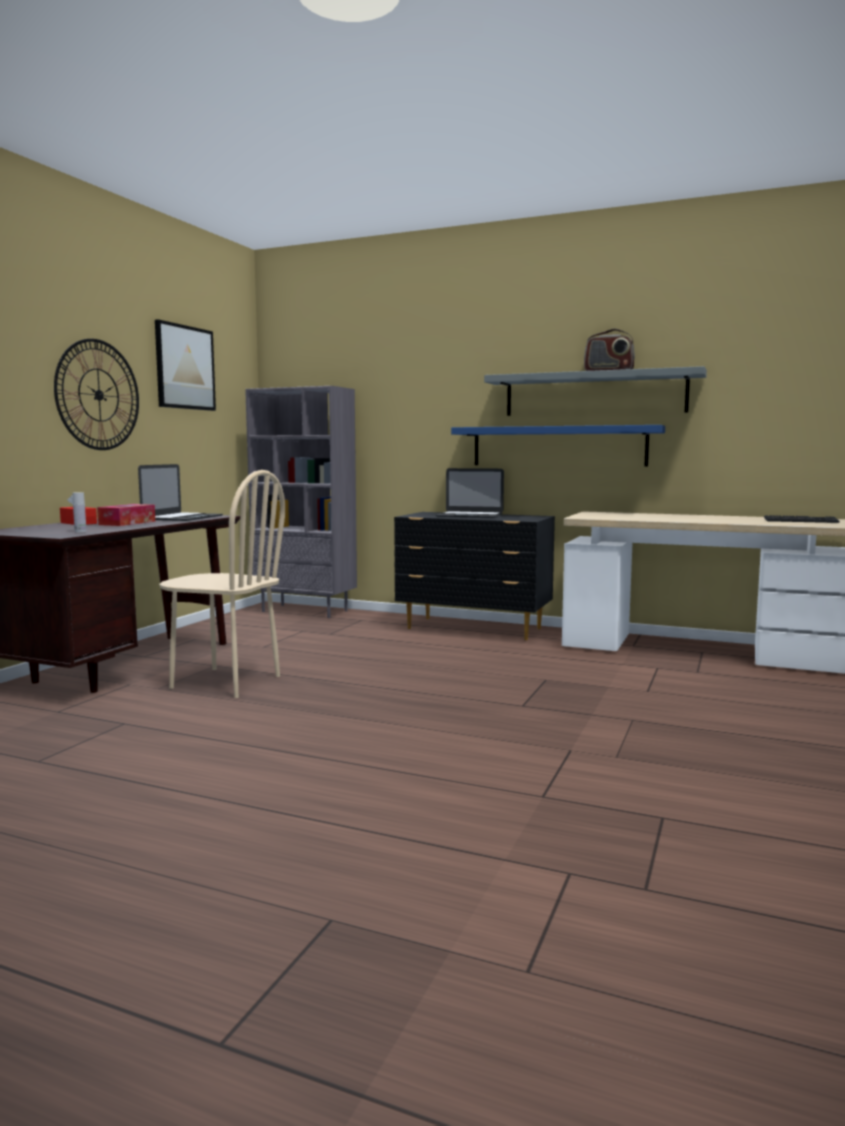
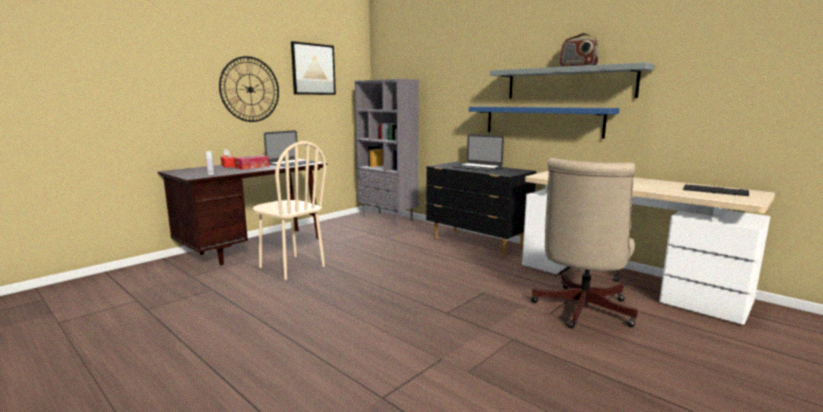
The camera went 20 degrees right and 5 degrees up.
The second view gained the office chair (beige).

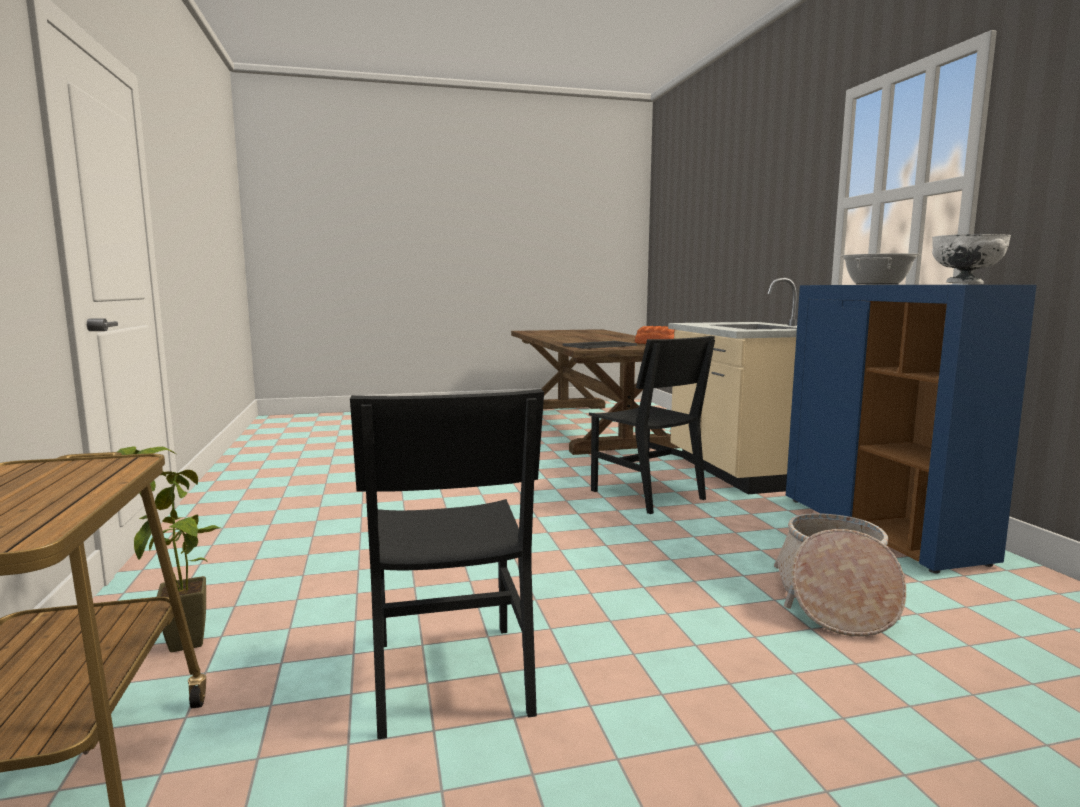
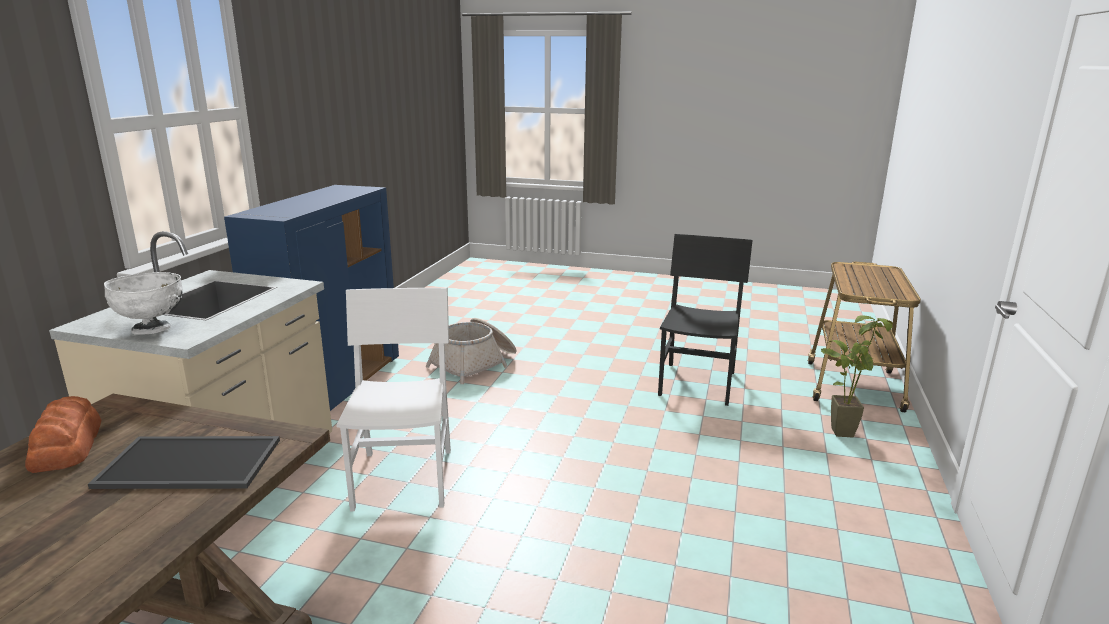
The camera went 150 degrees left and 10 degrees up.
The second view lost the cooking pot.
The bowl (white) ended up elsewhere.
What was the chair (black) (2nd from left) turned into the chair (white).

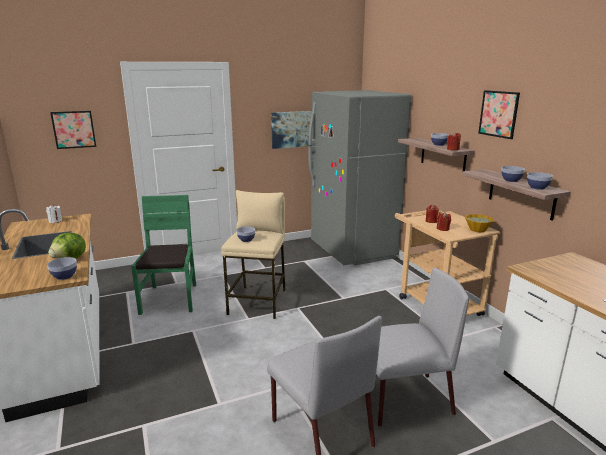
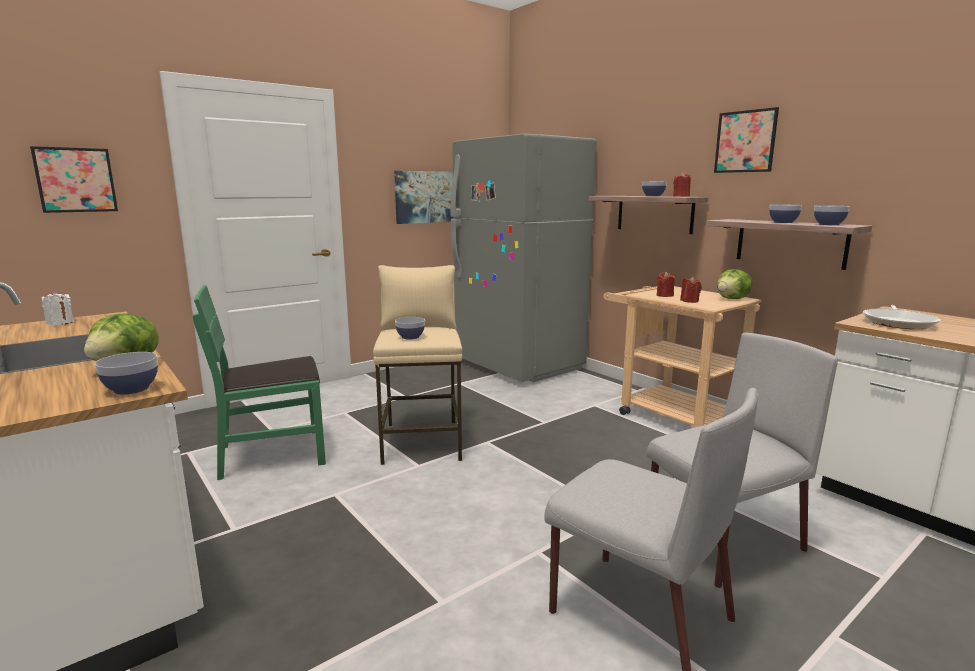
The camera went 15 degrees left and 5 degrees down.
The second view gained the frying pan.
Where the bowl (4th from left) stood, the lettuce (2nd from left) came to stand.
The chair (green) ended up facing another way, 90 degrees counterclockwise from before.

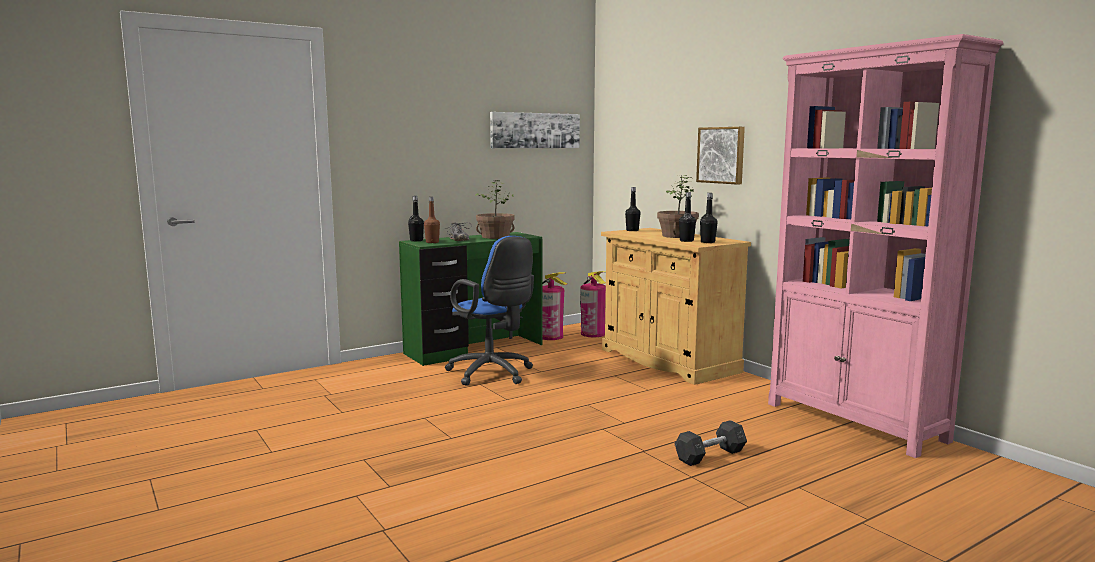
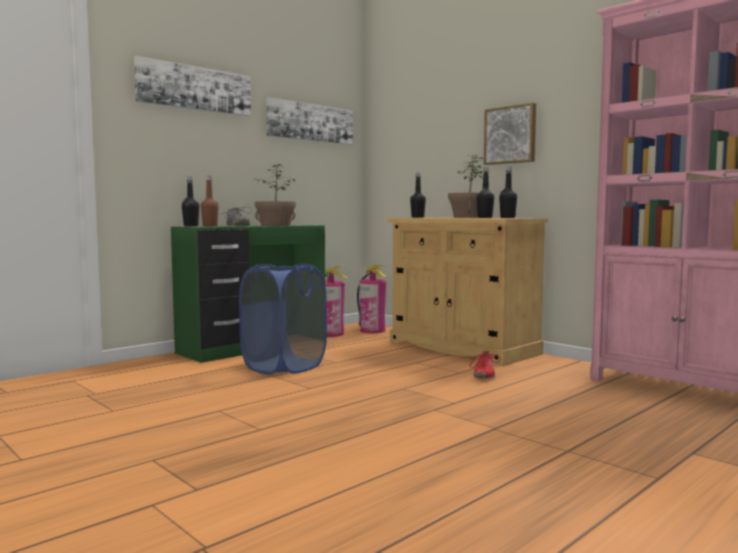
The camera went 10 degrees left and 5 degrees down.
The second view lost the dumbbell (grey).
The second view gained the picture (1st from left).
The second view gained the shoe (red).
Where the office chair (blue) stood, the laundry basket (blue) came to stand.

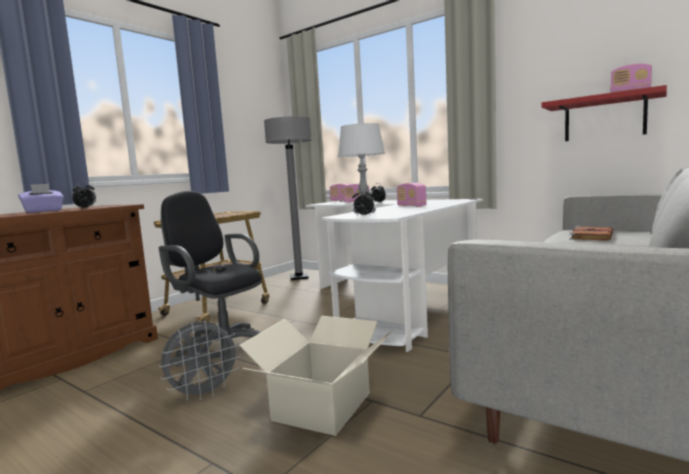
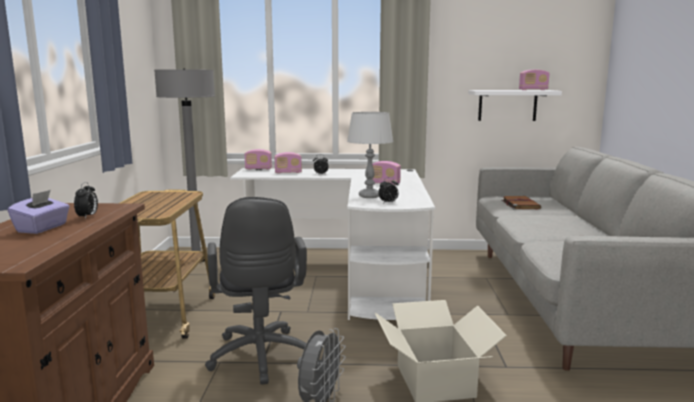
The camera went 35 degrees left and 5 degrees up.
What was the shelf (red) turned into the shelf (white).
The office chair (black) ended up facing another way, 105 degrees counterclockwise from before.

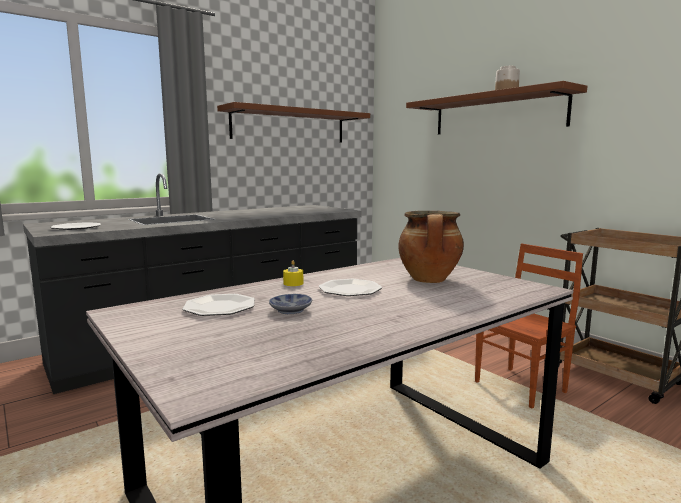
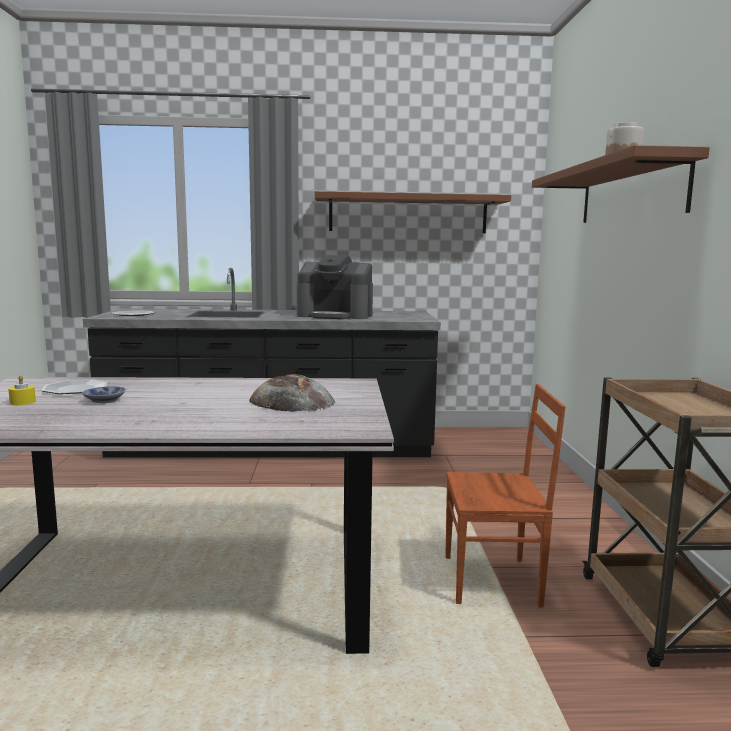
The camera went 35 degrees right and 0 degrees up.
The second view lost the plate (3rd from left).
The second view gained the coffee machine.
The candle (yellow) ended up elsewhere.
Where the cooking pot stood, the bread came to stand.

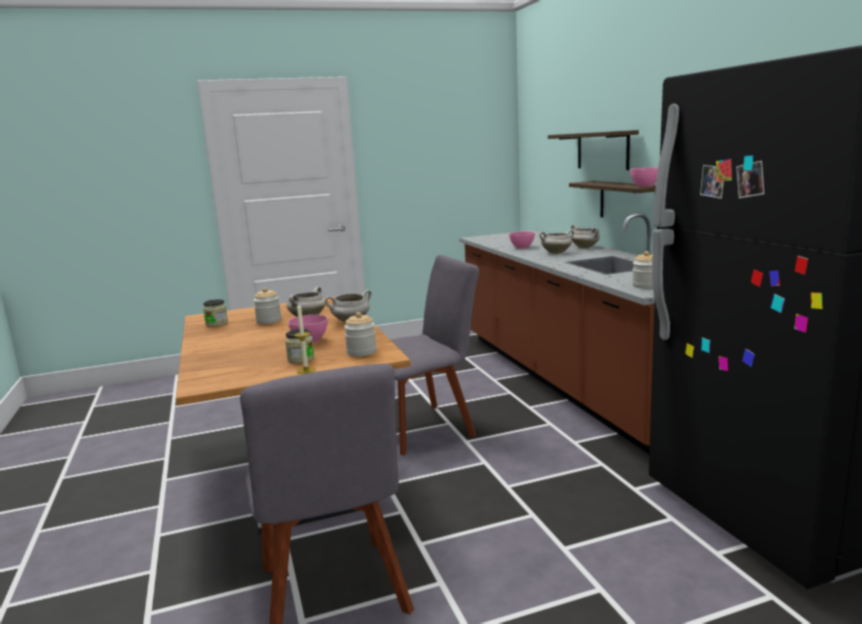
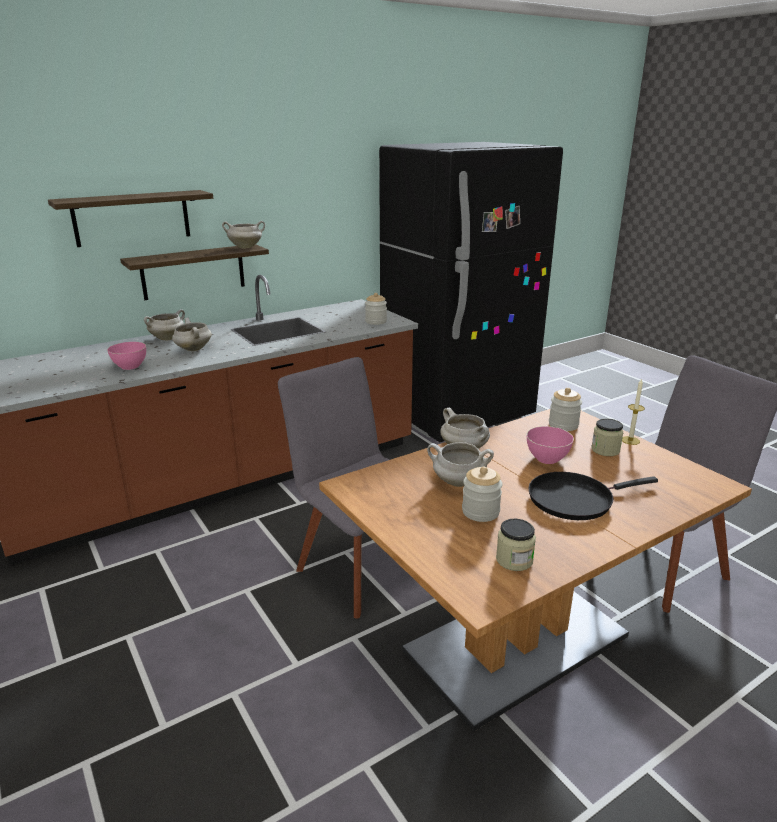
The camera went 105 degrees left and 10 degrees up.
The second view gained the frying pan (black).
Where the bowl (pink) (3rd from left) stood, the cooking pot (white) (3rd from left) came to stand.

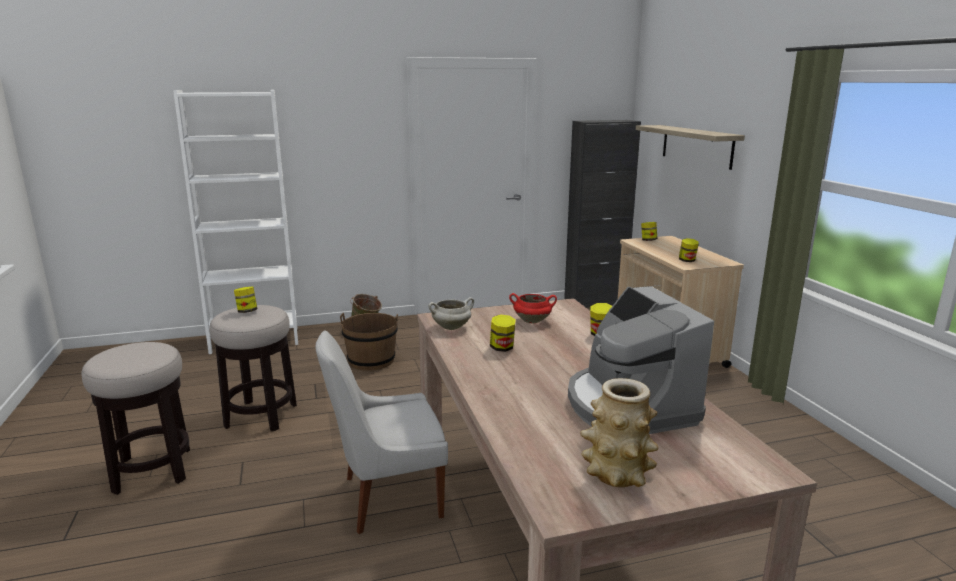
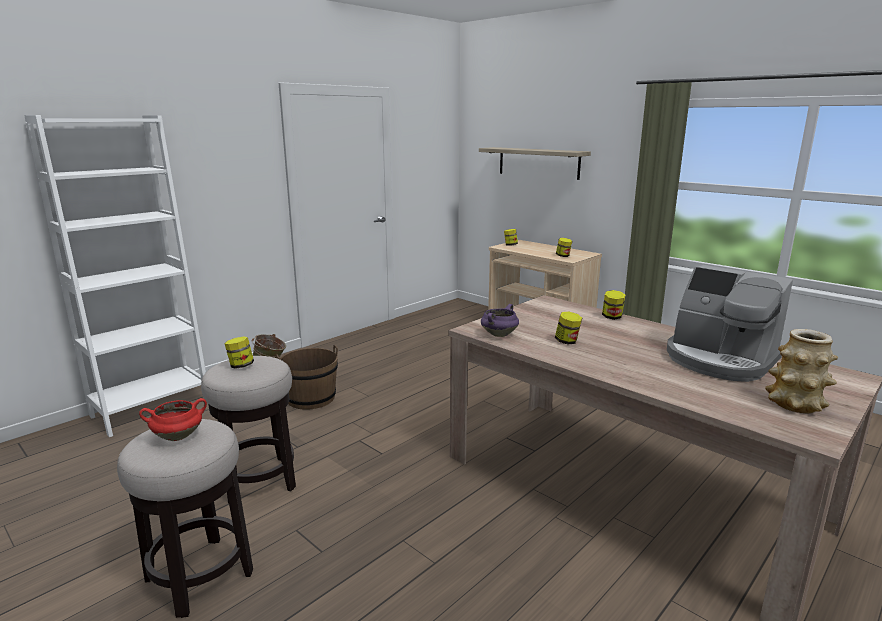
The camera went 30 degrees left and 0 degrees up.
The second view lost the chair (white).
The second view lost the cabinet (black).
The cooking pot (red) ended up elsewhere.
What was the cooking pot (white) turned into the cooking pot (purple).

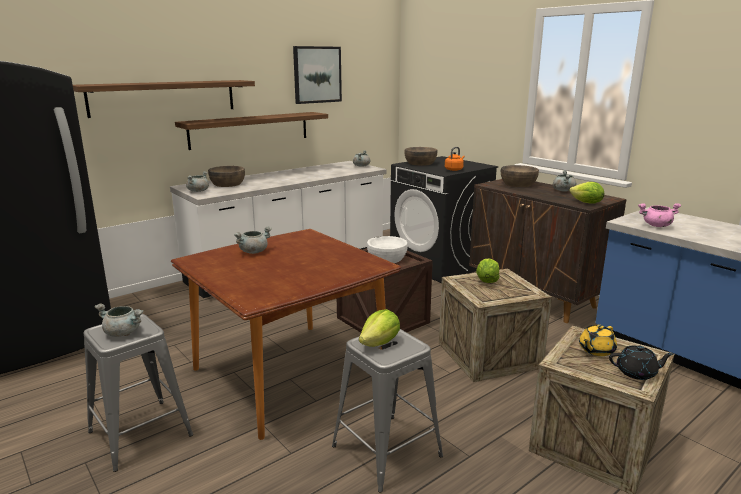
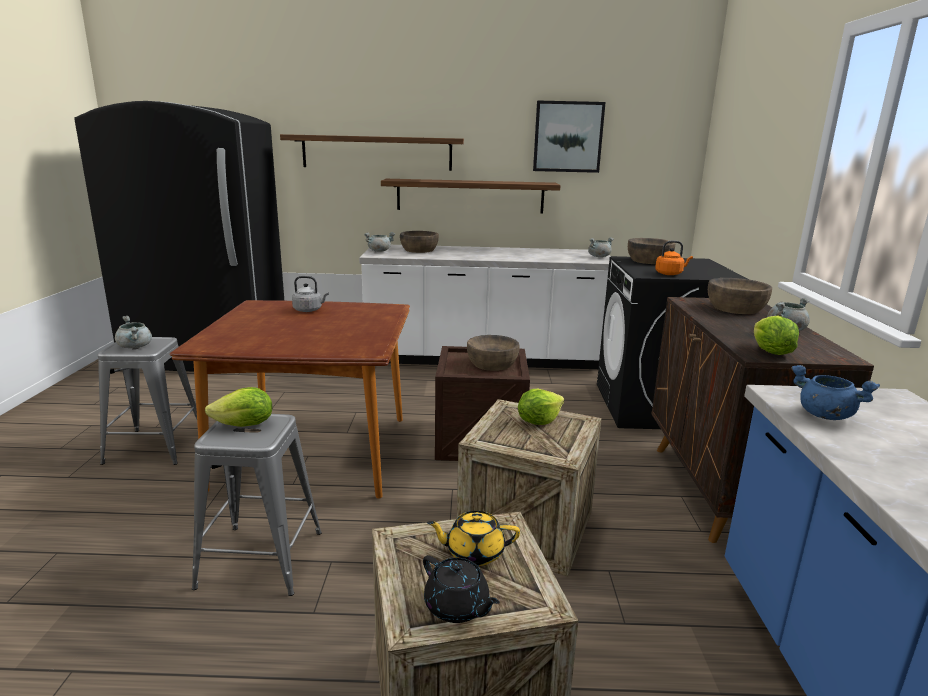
The camera went 40 degrees right and 0 degrees up.
Where the cooking pot (grey) (3rd from left) stood, the kettle (grey) came to stand.
What was the bowl (white) turned into the bowl (brown) (2nd from left).
What was the cooking pot (pink) turned into the cooking pot (blue).

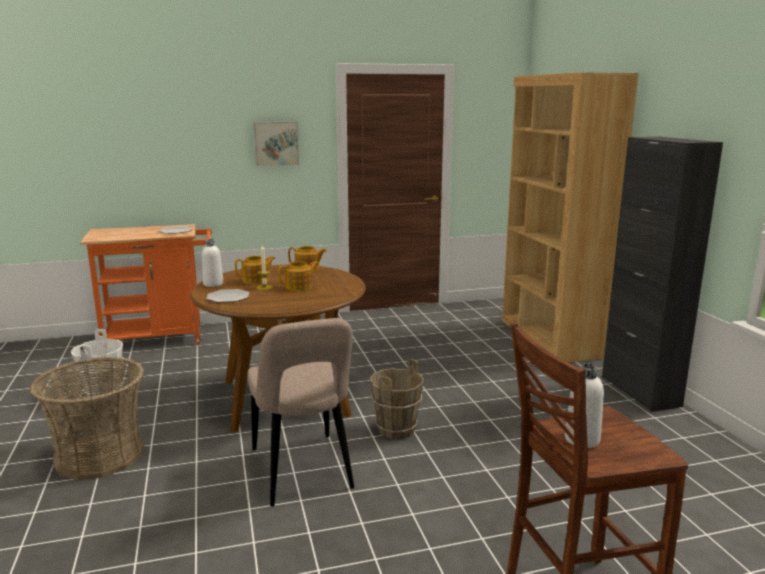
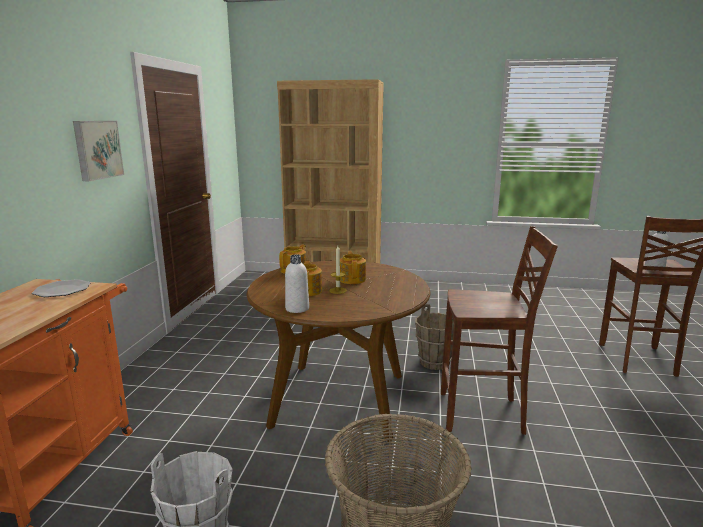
The camera went 65 degrees left and 0 degrees up.
The second view lost the plate (2nd from left).
The second view lost the cabinet (black).
Where the chair (beige) stood, the stool (brown) (1st from left) came to stand.

